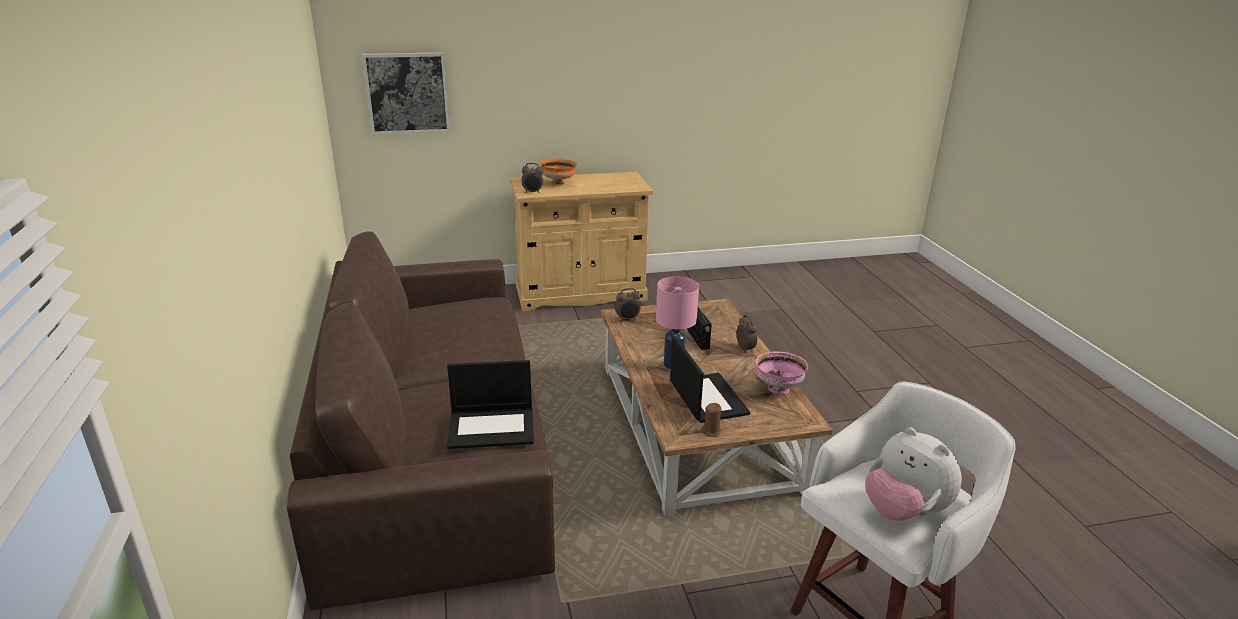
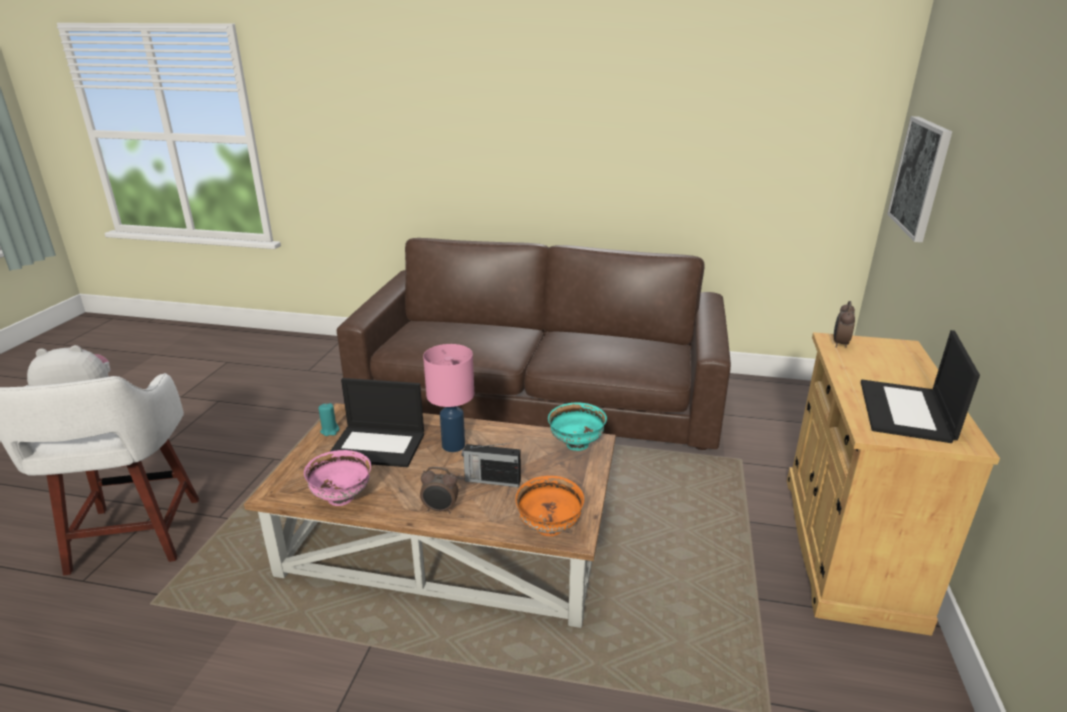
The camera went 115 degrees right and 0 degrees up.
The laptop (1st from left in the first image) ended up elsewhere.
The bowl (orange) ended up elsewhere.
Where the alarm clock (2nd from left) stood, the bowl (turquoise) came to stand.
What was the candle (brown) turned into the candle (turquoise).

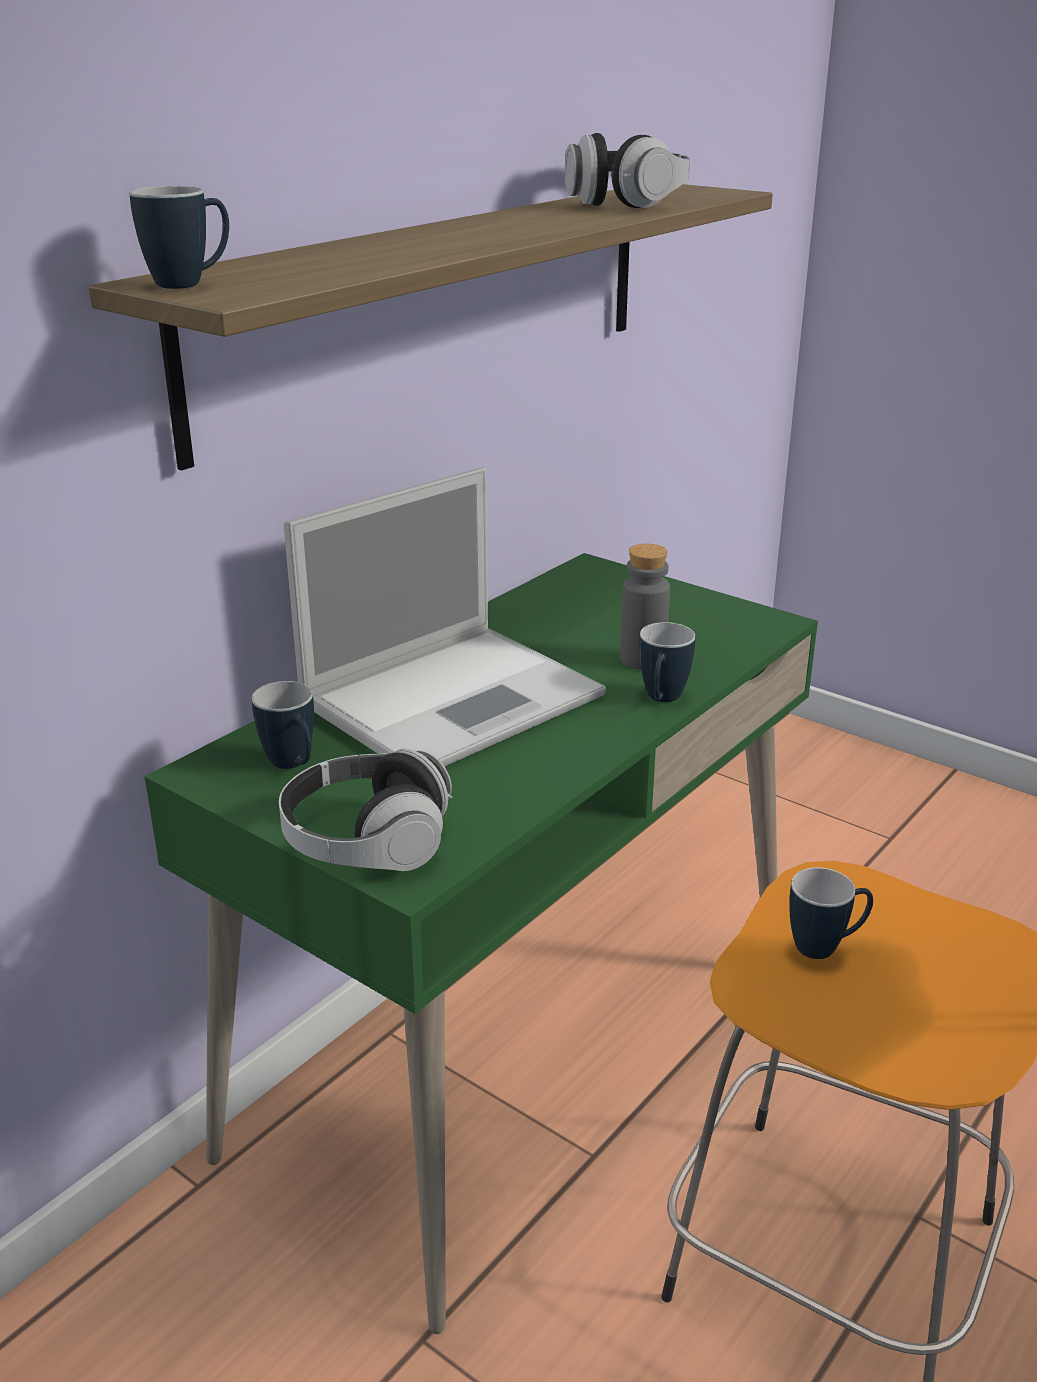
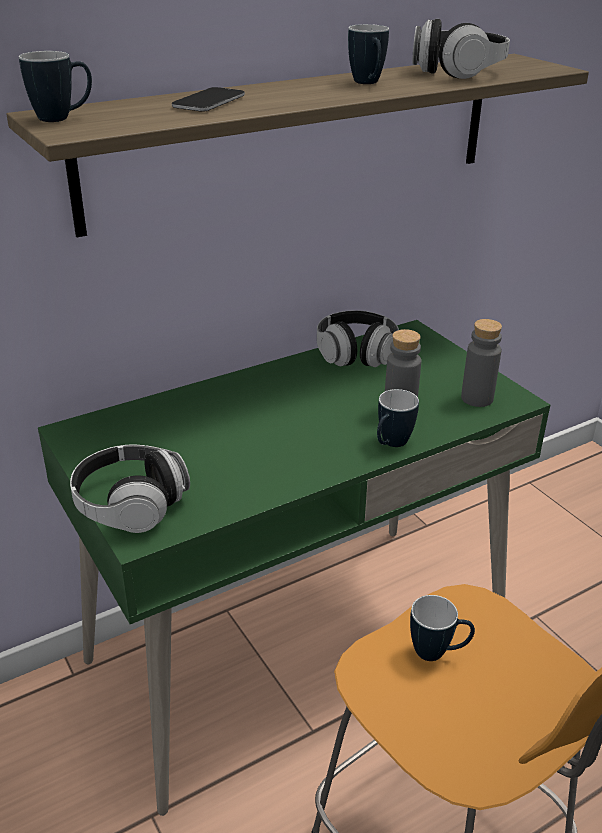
The camera went 20 degrees right and 5 degrees up.
The second view lost the laptop.
The second view gained the phone.
The second view gained the headphones (2nd from left).
The second view gained the bottle (grey) (2nd from left).
The mug (2nd from left) ended up elsewhere.

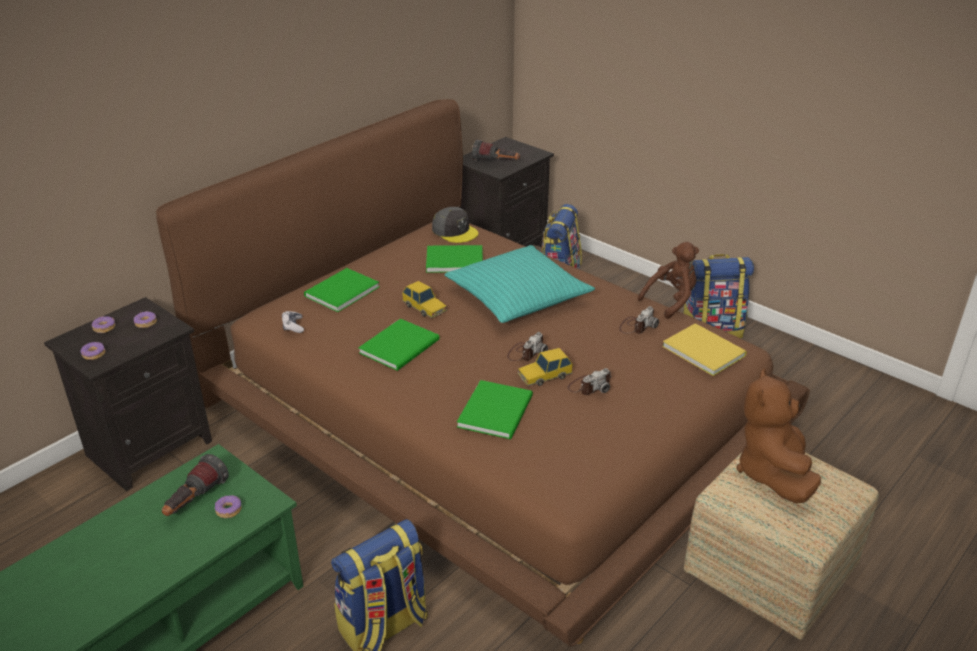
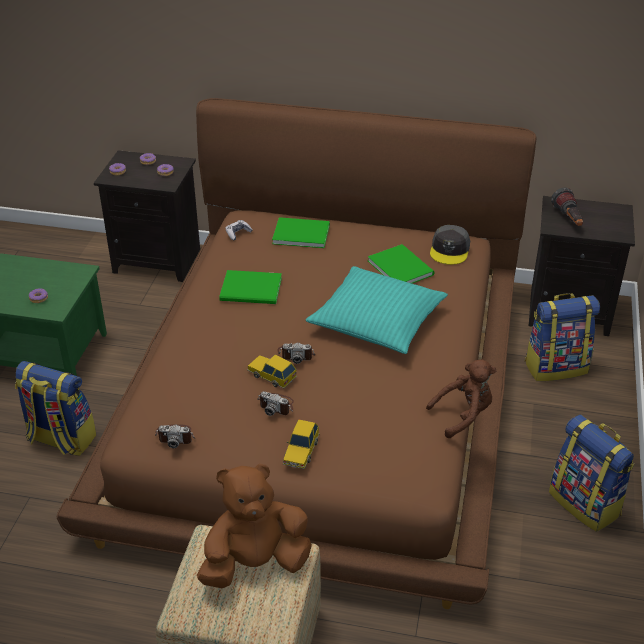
The camera went 60 degrees right and 5 degrees up.
The second view lost the flashlight (1st from left).
The second view lost the book (green) (4th from left).
The second view lost the book (yellow).
The toy car (1st from left in the first image) ended up elsewhere.
The photo camera (3rd from left in the first image) ended up elsewhere.
The plush toy (brown) (1st from left in the first image) ended up facing another way, 45 degrees counterclockwise from before.

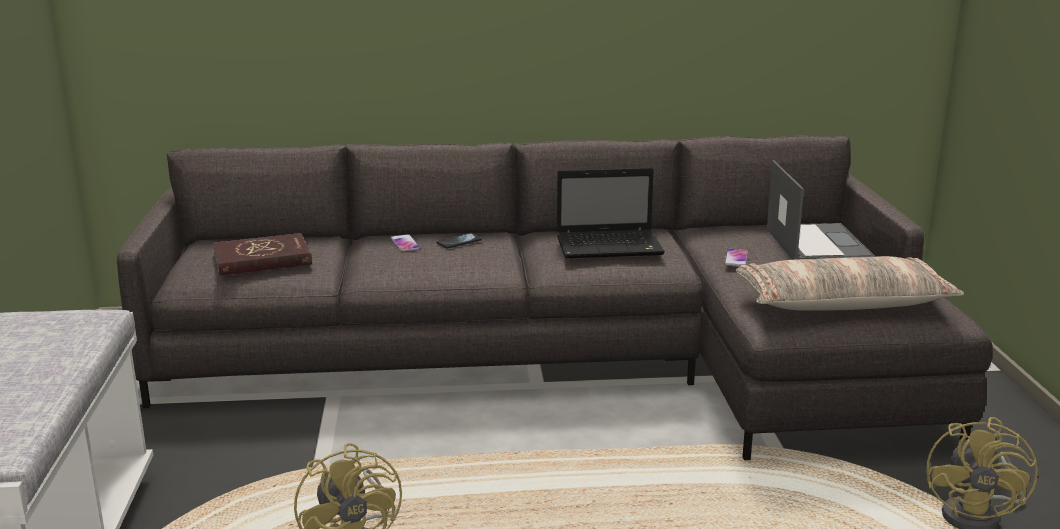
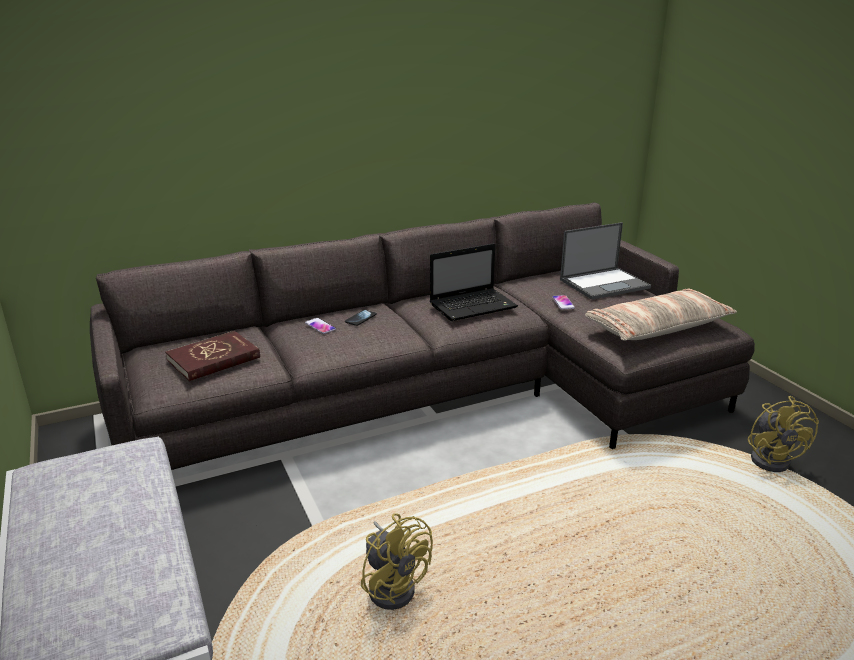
The camera went 20 degrees left and 5 degrees up.
The laptop (2nd from left) ended up facing another way, 90 degrees clockwise from before.

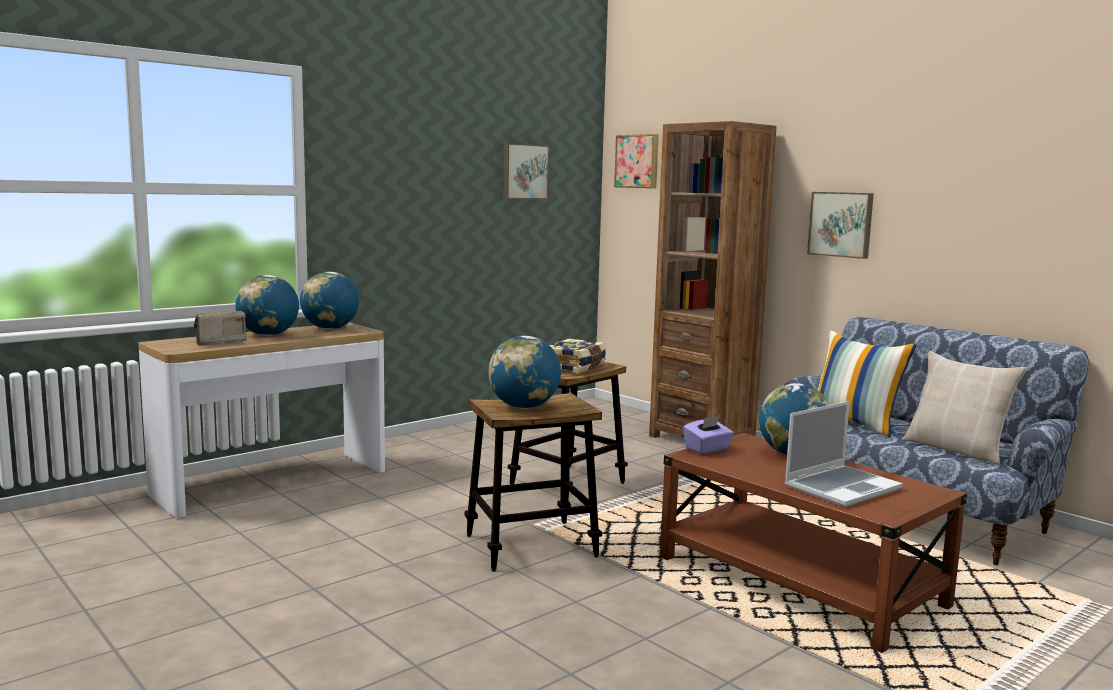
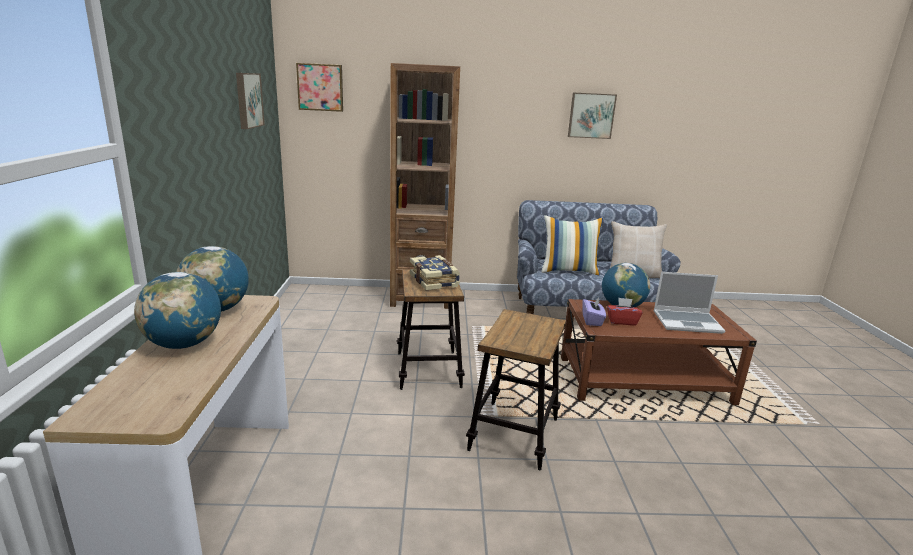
The camera went 50 degrees left and 10 degrees up.
The second view lost the radio.
The second view lost the globe (3rd from left).
The second view gained the tissue box (red).
The picture (3rd from left) ended up elsewhere.
The laptop ended up facing another way, 90 degrees clockwise from before.

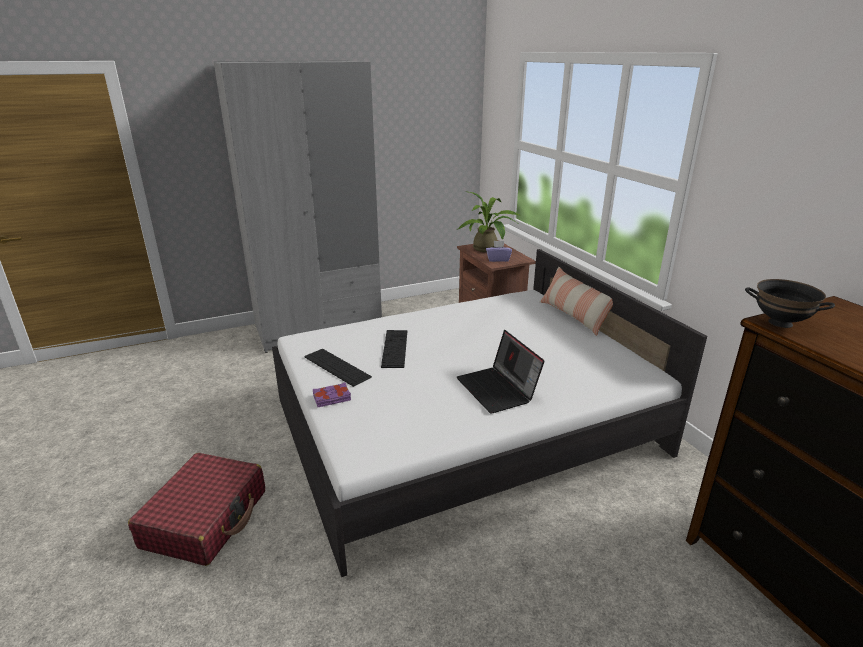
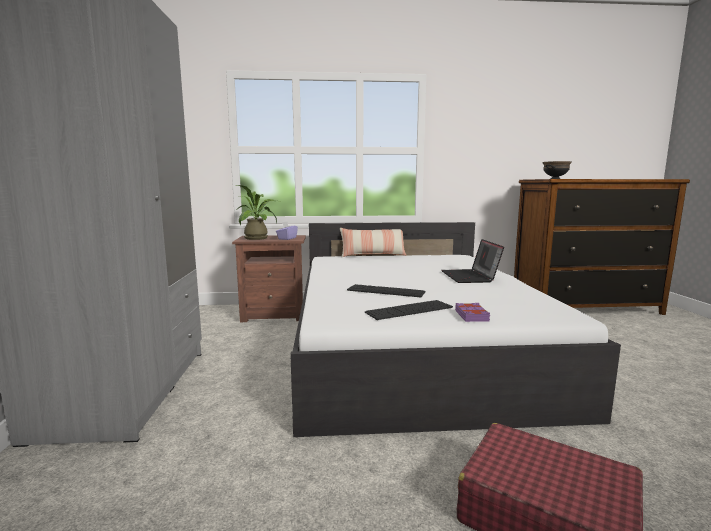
The camera went 70 degrees left and 15 degrees down.
The laptop ended up facing another way, 90 degrees clockwise from before.

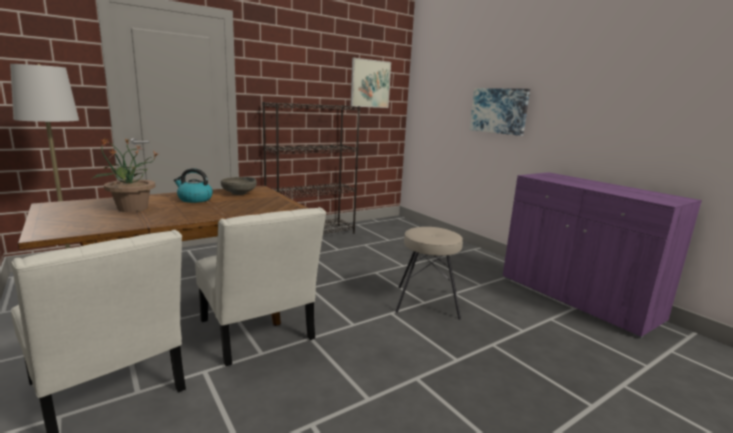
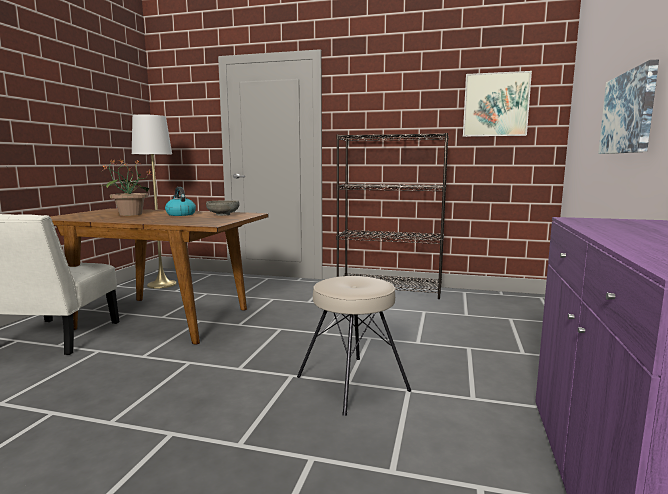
The camera went 50 degrees right and 5 degrees down.
The second view lost the chair (white) (2nd from left).

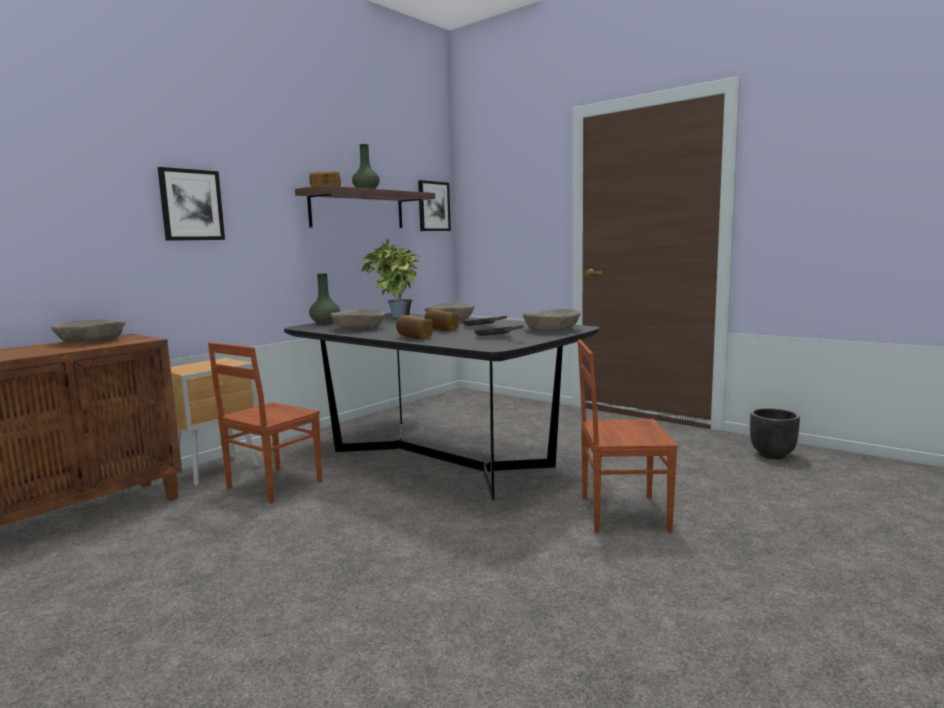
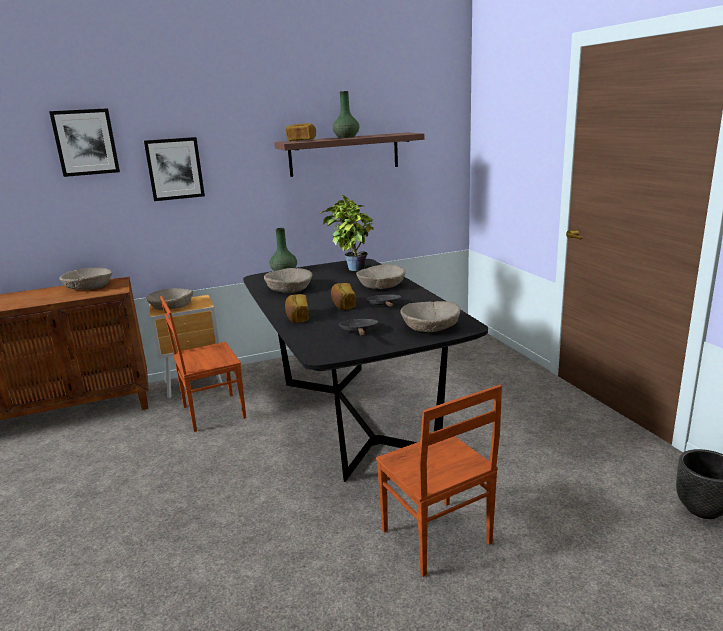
The camera went 30 degrees right and 10 degrees up.
The second view gained the bowl (beige) (2nd from left).
The picture (2nd from left in the first image) ended up elsewhere.
The chair (brown) (2nd from left) ended up facing another way, 150 degrees counterclockwise from before.

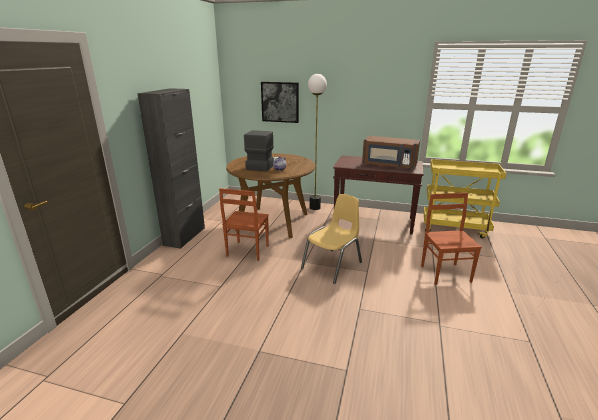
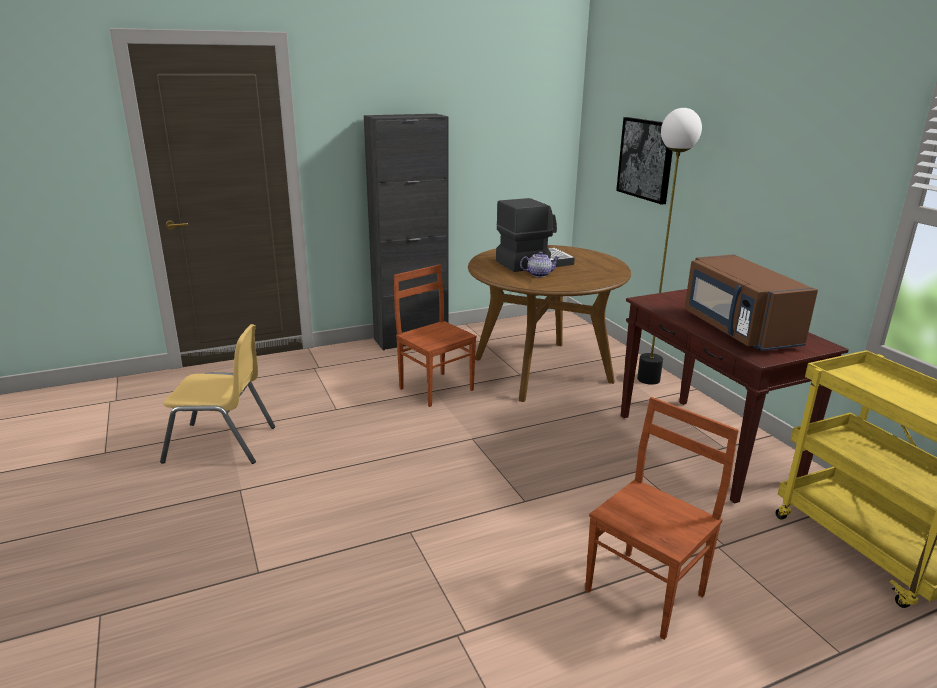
The camera went 50 degrees right and 0 degrees up.
The chair (yellow) ended up elsewhere.
The chair (brown) (1st from left) ended up facing another way, 75 degrees clockwise from before.

